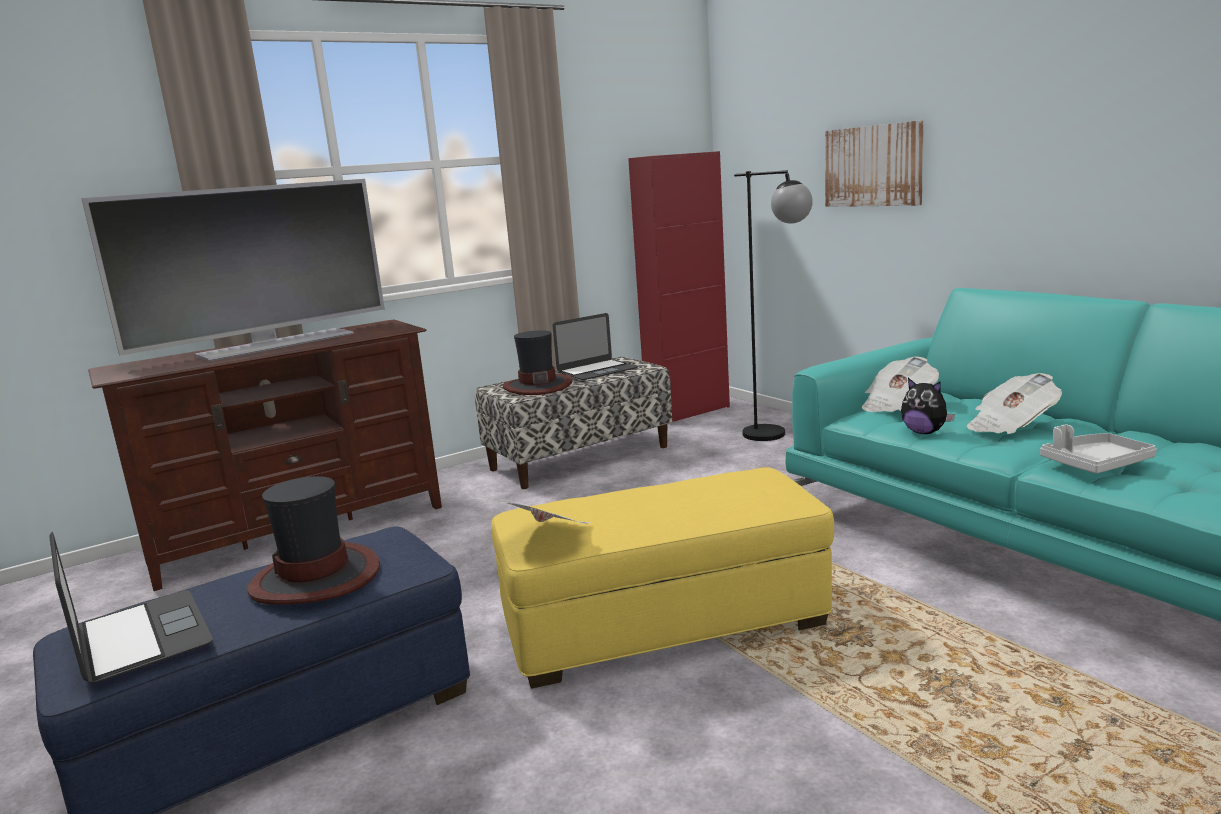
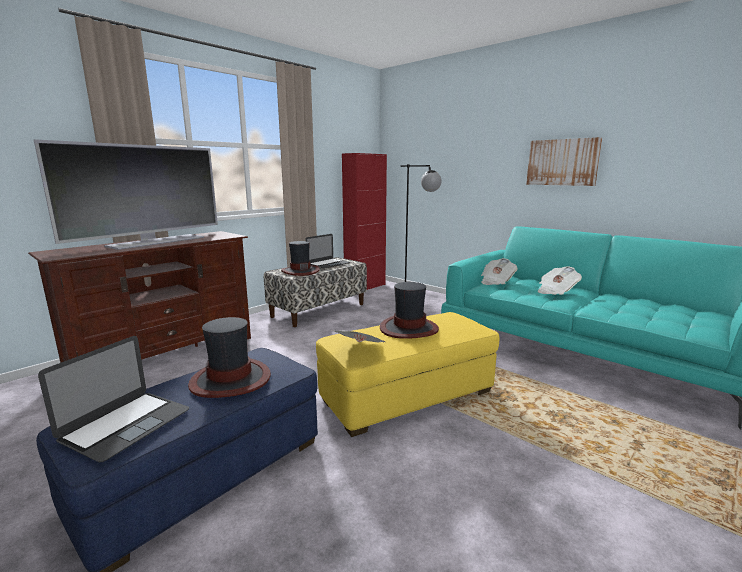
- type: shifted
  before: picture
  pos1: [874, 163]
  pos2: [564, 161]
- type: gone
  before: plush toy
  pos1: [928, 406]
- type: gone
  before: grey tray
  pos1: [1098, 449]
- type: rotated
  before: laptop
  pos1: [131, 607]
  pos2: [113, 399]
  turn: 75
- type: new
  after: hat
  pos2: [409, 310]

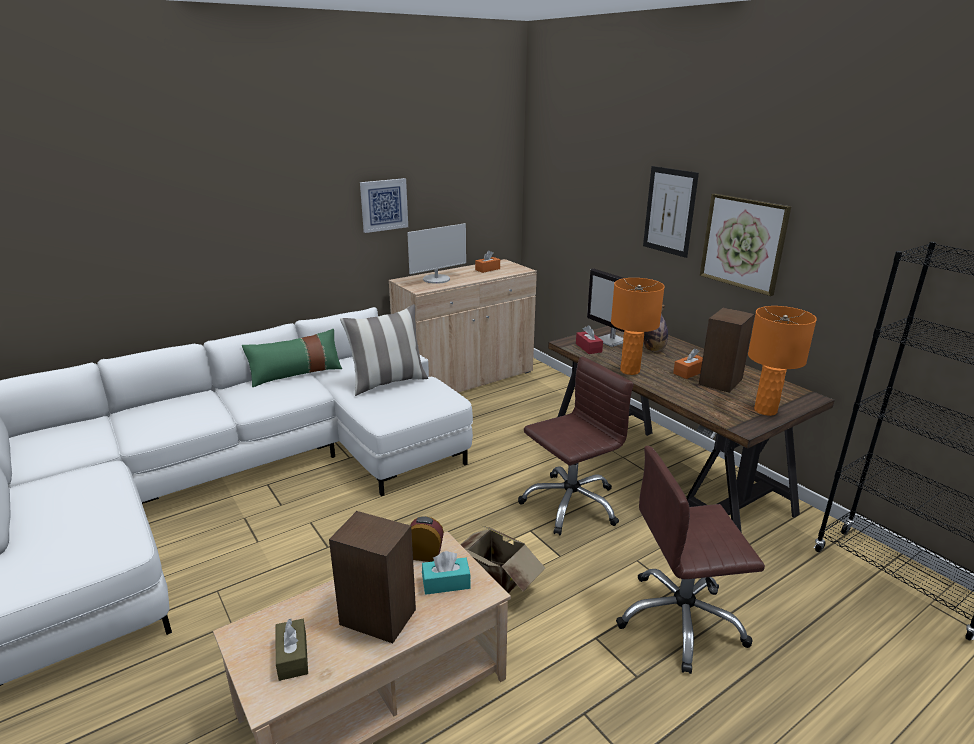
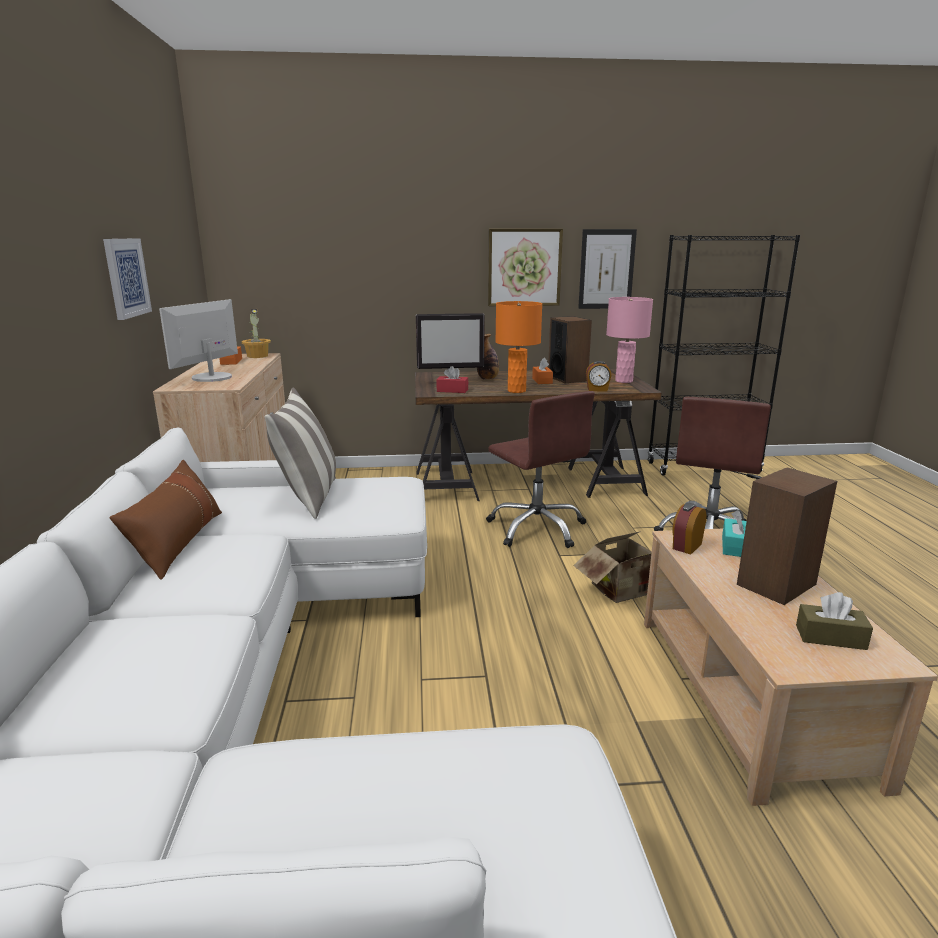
- type: shifted
  before: picture
  pos1: [671, 212]
  pos2: [607, 269]
- type: rotated
  before: monitor
  pos1: [436, 253]
  pos2: [198, 340]
  turn: -150
- type: repainted
  before: orange table lamp
  after: pink table lamp
  pos1: [782, 361]
  pos2: [629, 340]
- type: repainted
  before: green pillow
  after: brown pillow
  pos1: [292, 358]
  pos2: [166, 520]
- type: rotated
  before: brown office chair
  pos1: [575, 445]
  pos2: [540, 469]
  turn: 150
- type: new
  after: potted plant
  pos2: [256, 333]
- type: new
  after: alarm clock
  pos2: [598, 376]

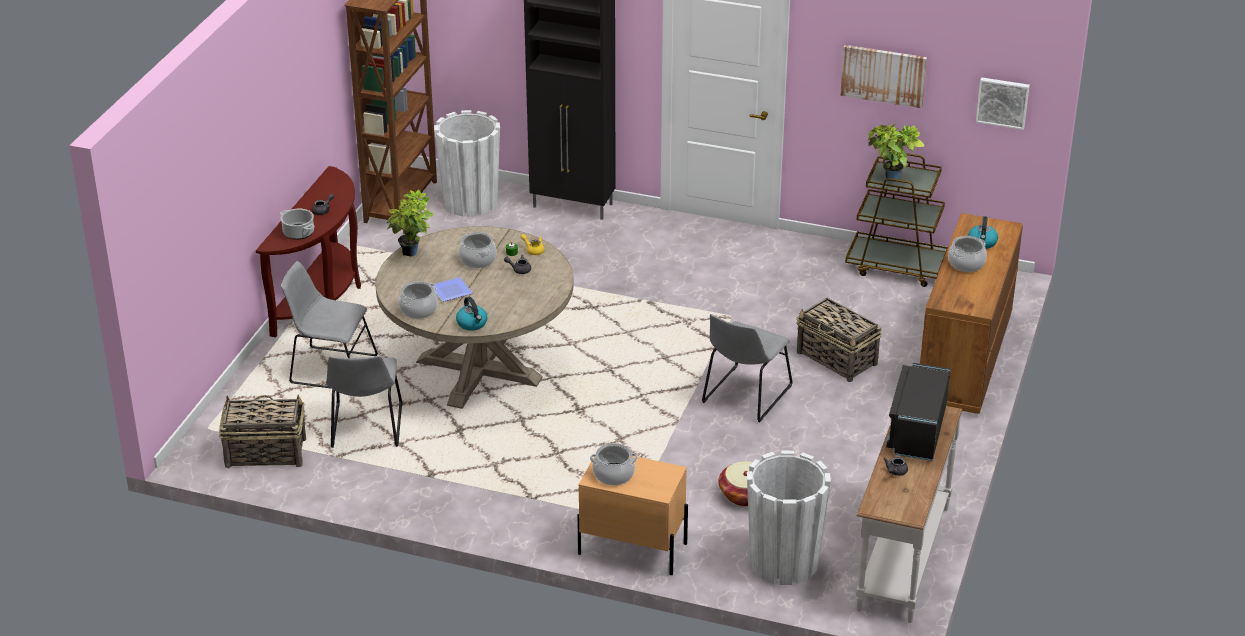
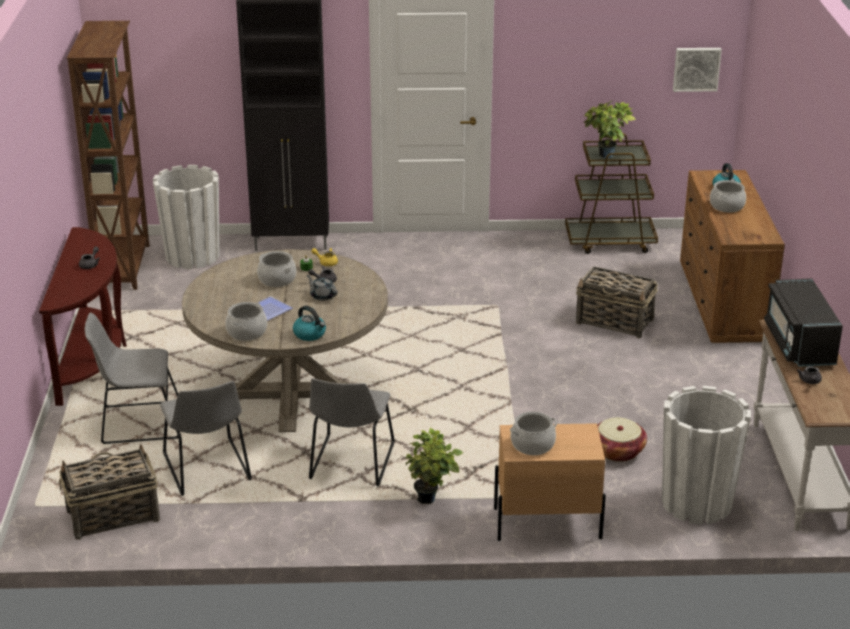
- type: gone
  before: picture
  pos1: [883, 76]
- type: shifted
  before: potted plant
  pos1: [410, 223]
  pos2: [434, 466]
- type: gone
  before: cooking pot
  pos1: [297, 224]
- type: shifted
  before: grey chair
  pos1: [747, 368]
  pos2: [352, 432]
- type: new
  after: grey teapot
  pos2: [322, 288]

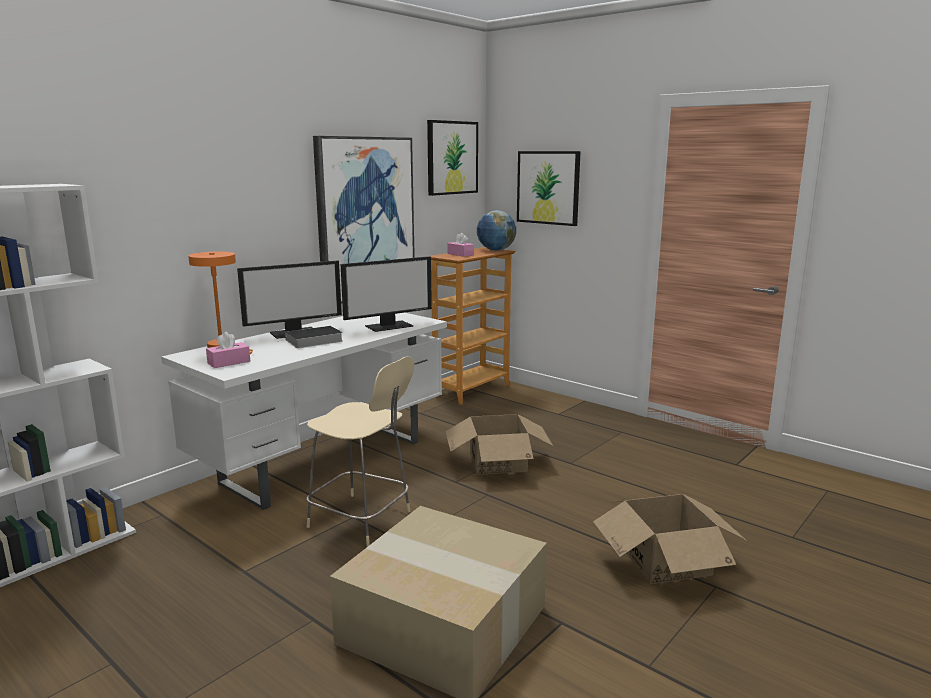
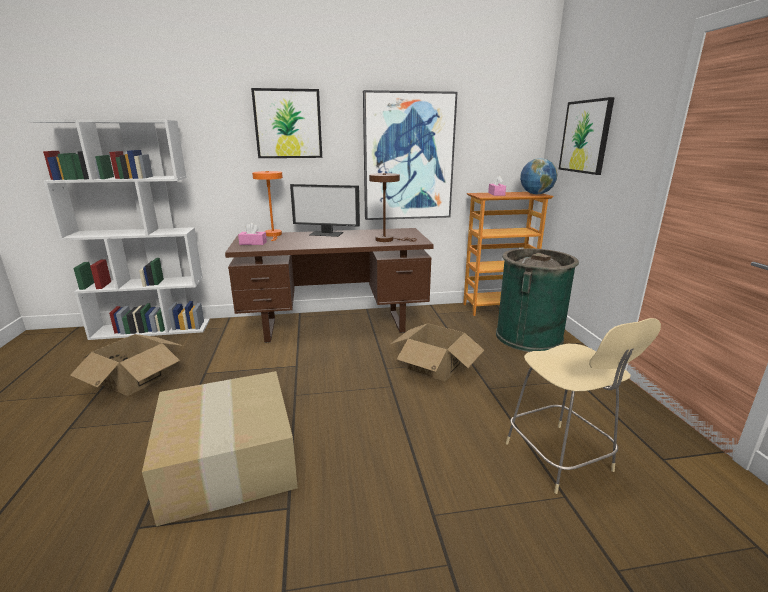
- type: shifted
  before: picture
  pos1: [452, 158]
  pos2: [286, 123]
- type: swapped
  before: monitor
  after: brown table lamp
  pos1: [386, 294]
  pos2: [393, 207]
- type: repainted
  before: white desk
  after: brown desk
  pos1: [304, 411]
  pos2: [329, 285]
- type: gone
  before: book
  pos1: [312, 337]
- type: shifted
  before: beige chair
  pos1: [360, 451]
  pos2: [583, 406]
- type: shifted
  before: cardboard box
  pos1: [670, 539]
  pos2: [126, 365]
- type: new
  after: green trash can
  pos2: [537, 300]

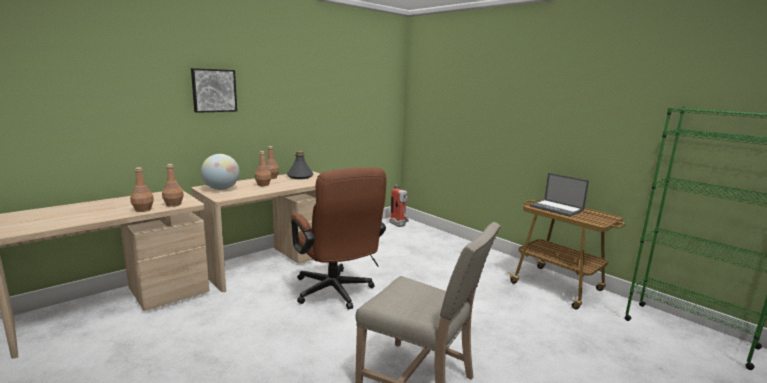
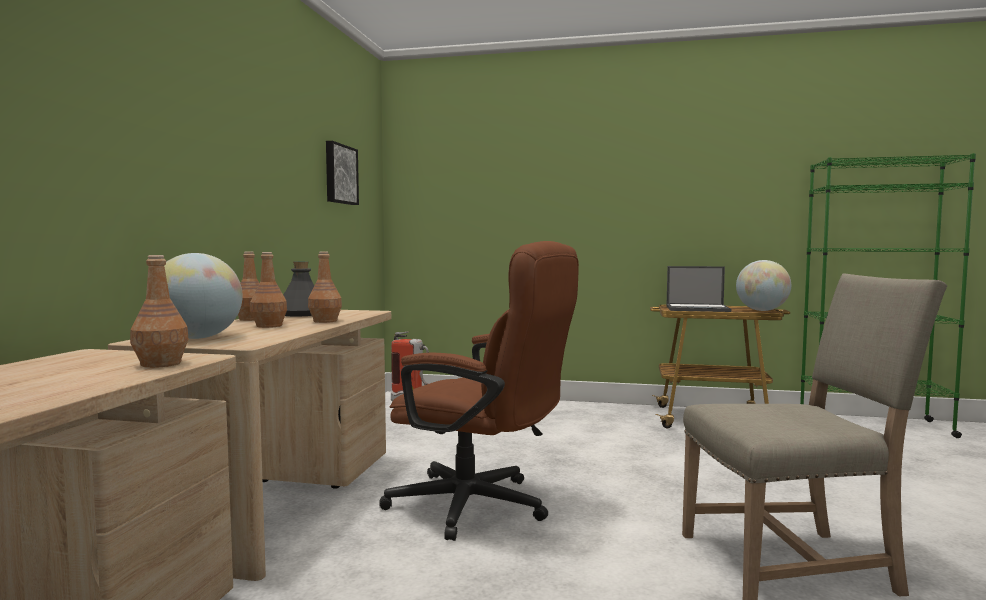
- type: shifted
  before: picture
  pos1: [214, 90]
  pos2: [342, 173]
- type: shifted
  before: brown bottle
  pos1: [142, 189]
  pos2: [325, 287]
- type: new
  after: globe
  pos2: [763, 285]

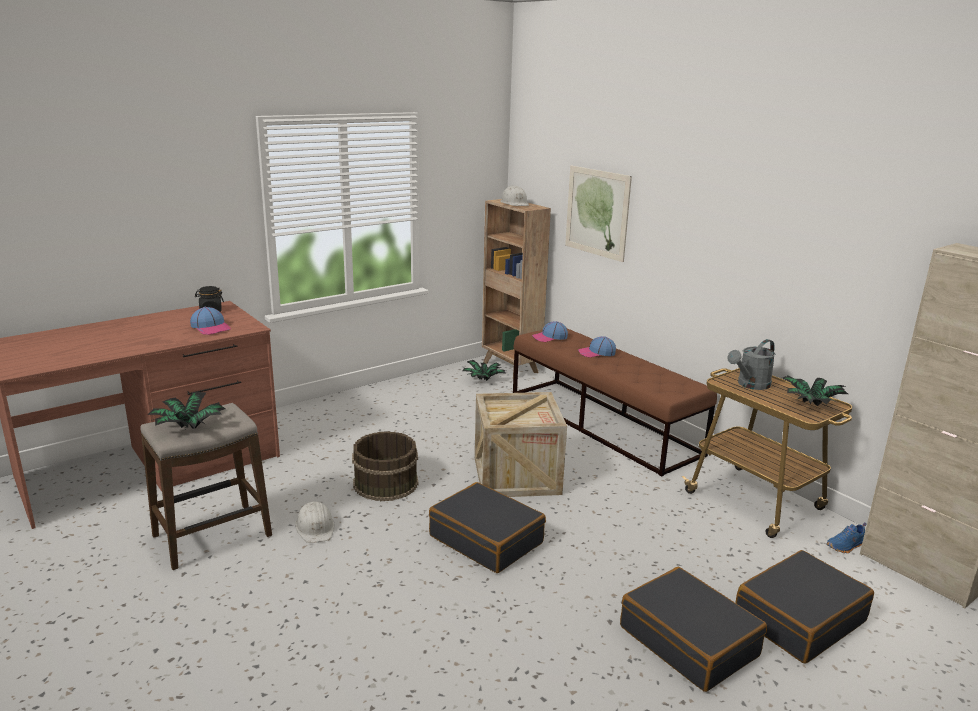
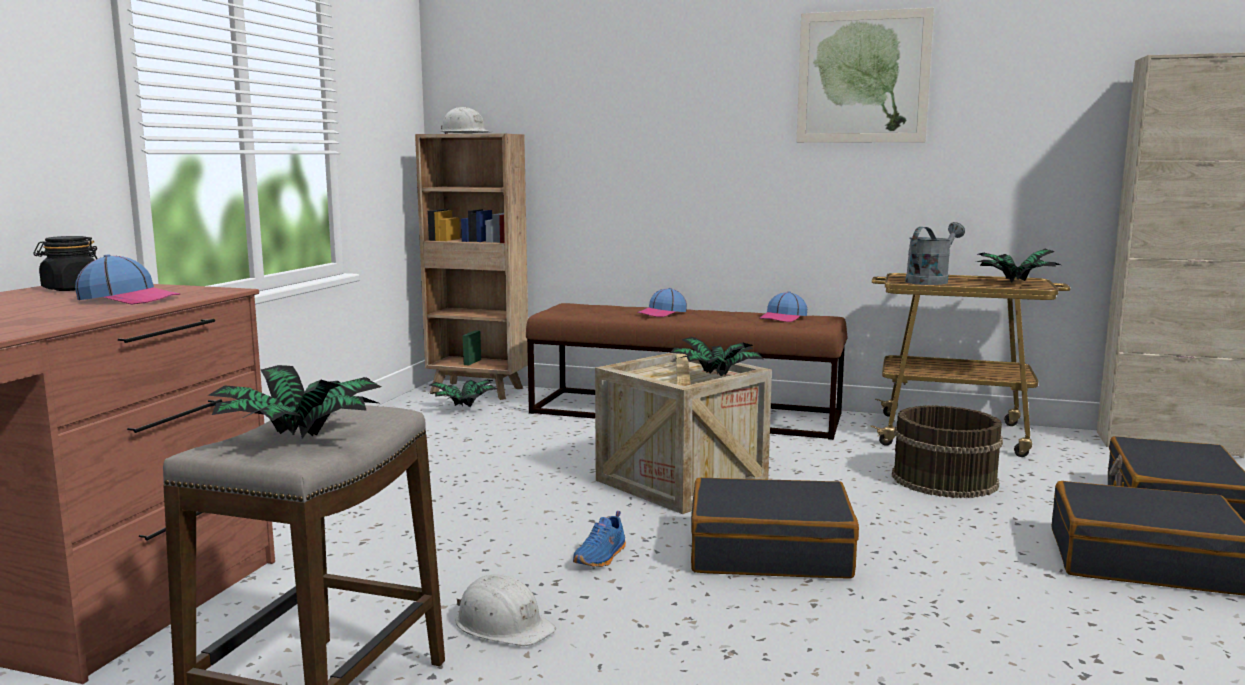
- type: shifted
  before: picture
  pos1: [598, 214]
  pos2: [865, 75]
- type: shifted
  before: cap
  pos1: [550, 331]
  pos2: [783, 306]
- type: rotated
  before: grey watering can
  pos1: [751, 364]
  pos2: [935, 253]
  turn: -150
- type: shifted
  before: brown bucket
  pos1: [385, 466]
  pos2: [947, 451]
- type: shifted
  before: blue shoe
  pos1: [846, 537]
  pos2: [599, 539]
- type: new
  after: potted plant
  pos2: [717, 356]

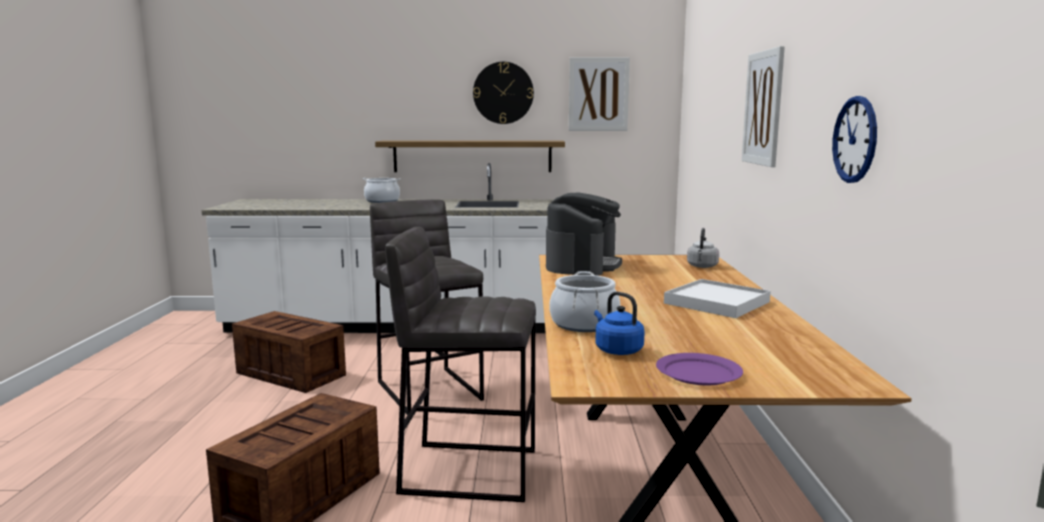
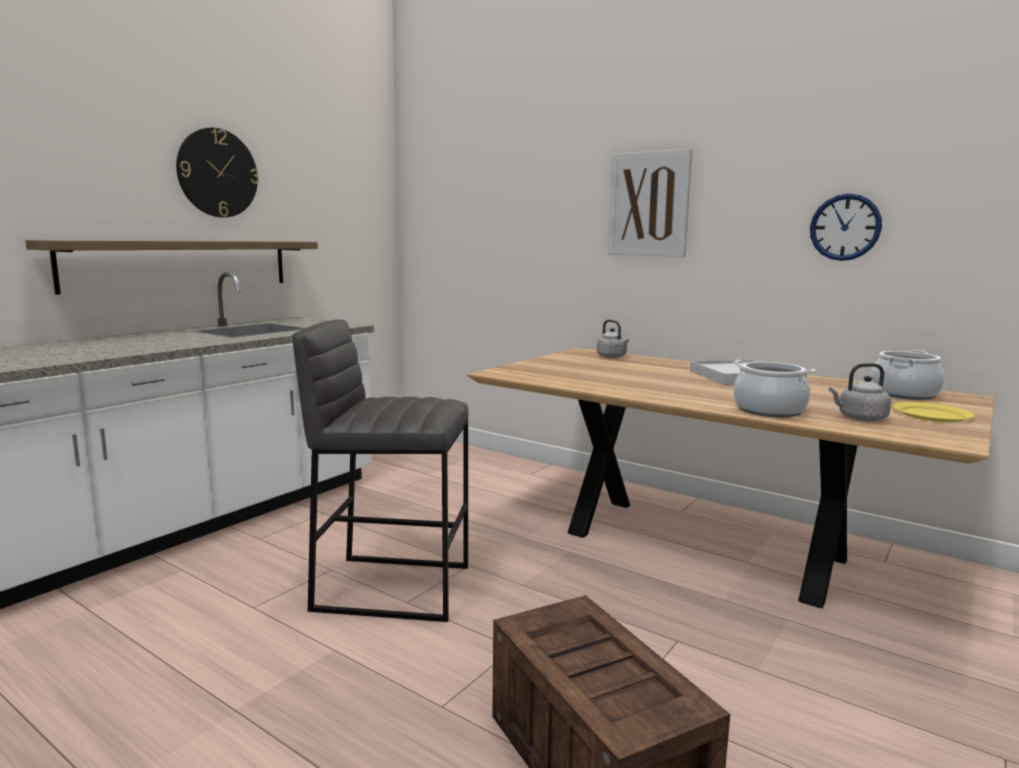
- type: gone
  before: picture
  pos1: [599, 94]
- type: shifted
  before: cooking pot
  pos1: [381, 190]
  pos2: [907, 375]
- type: gone
  before: coffee machine
  pos1: [584, 234]
- type: gone
  before: grey stool
  pos1: [460, 364]
- type: repainted
  before: blue kettle
  after: grey kettle
  pos1: [619, 323]
  pos2: [860, 392]
- type: gone
  before: crate
  pos1: [289, 352]
- type: repainted
  before: purple plate
  after: yellow plate
  pos1: [699, 369]
  pos2: [934, 412]

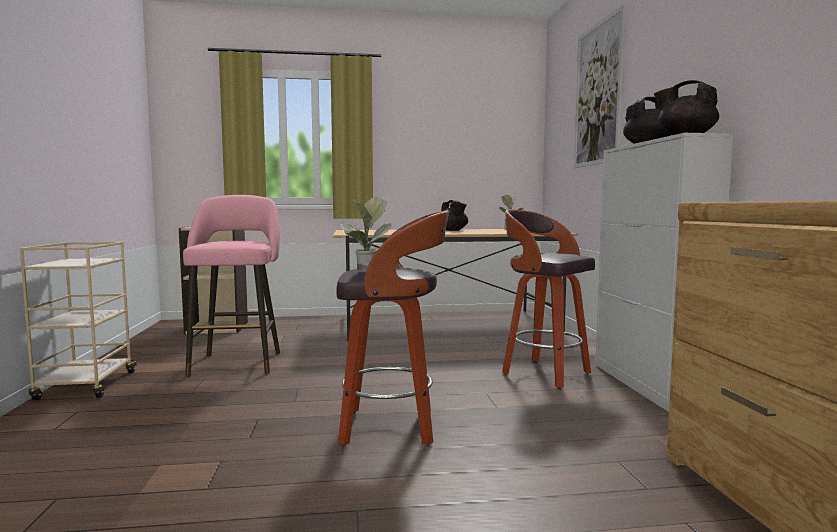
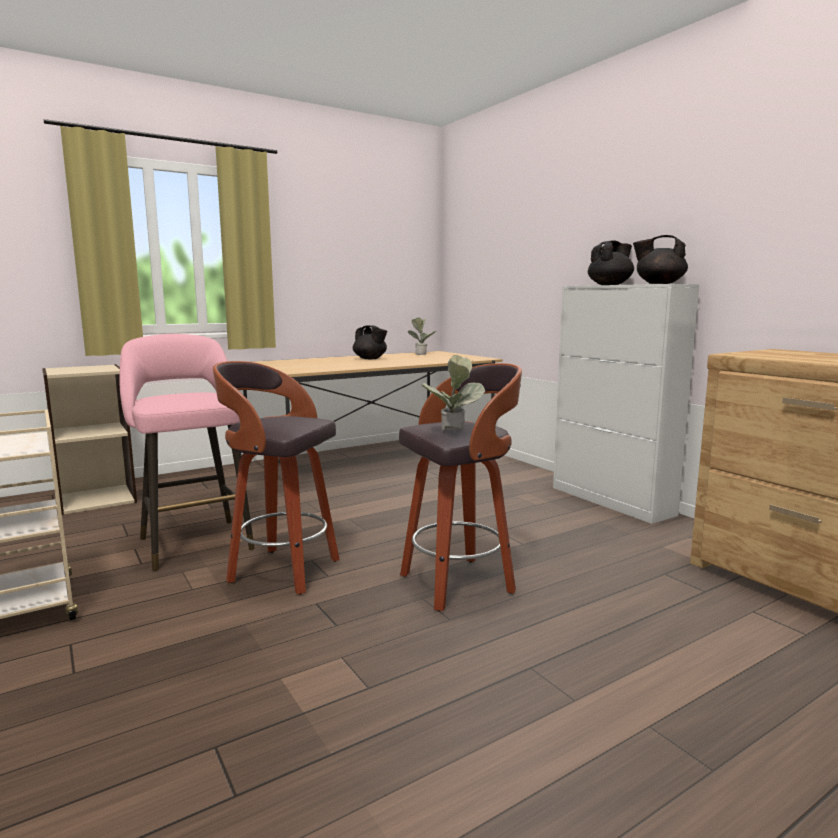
- type: gone
  before: picture
  pos1: [600, 86]
- type: shifted
  before: stool
  pos1: [548, 298]
  pos2: [276, 478]

